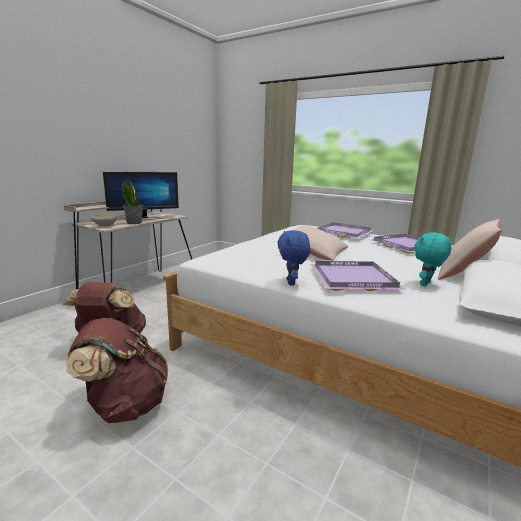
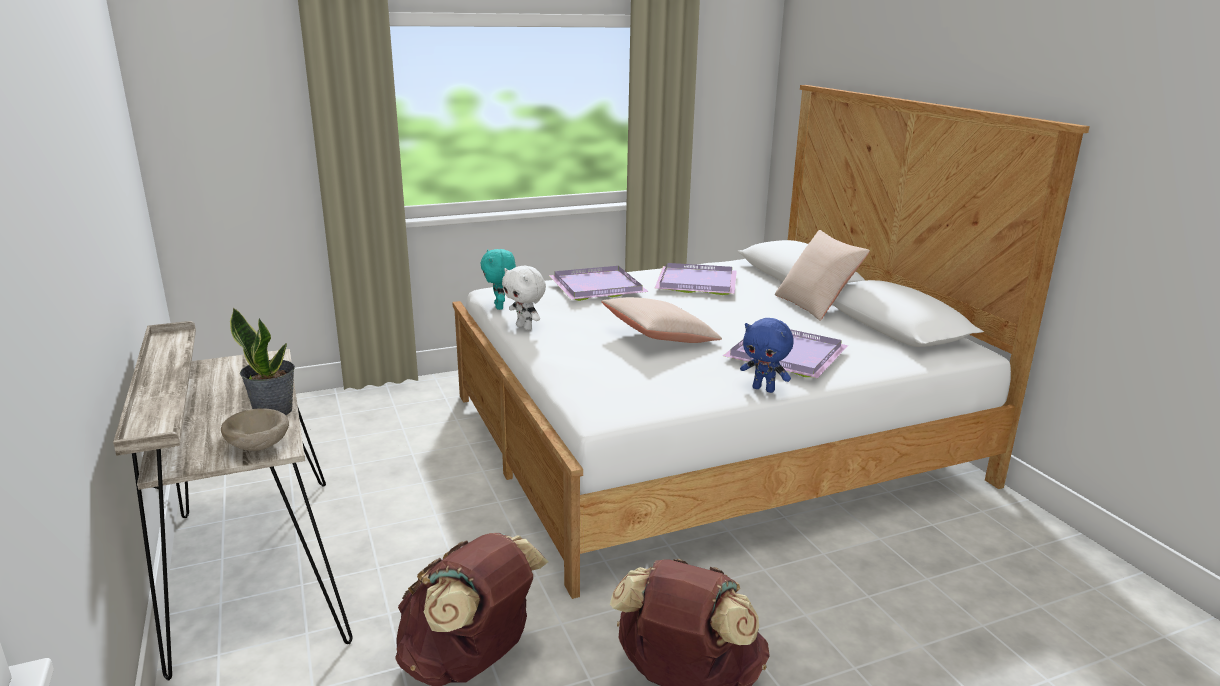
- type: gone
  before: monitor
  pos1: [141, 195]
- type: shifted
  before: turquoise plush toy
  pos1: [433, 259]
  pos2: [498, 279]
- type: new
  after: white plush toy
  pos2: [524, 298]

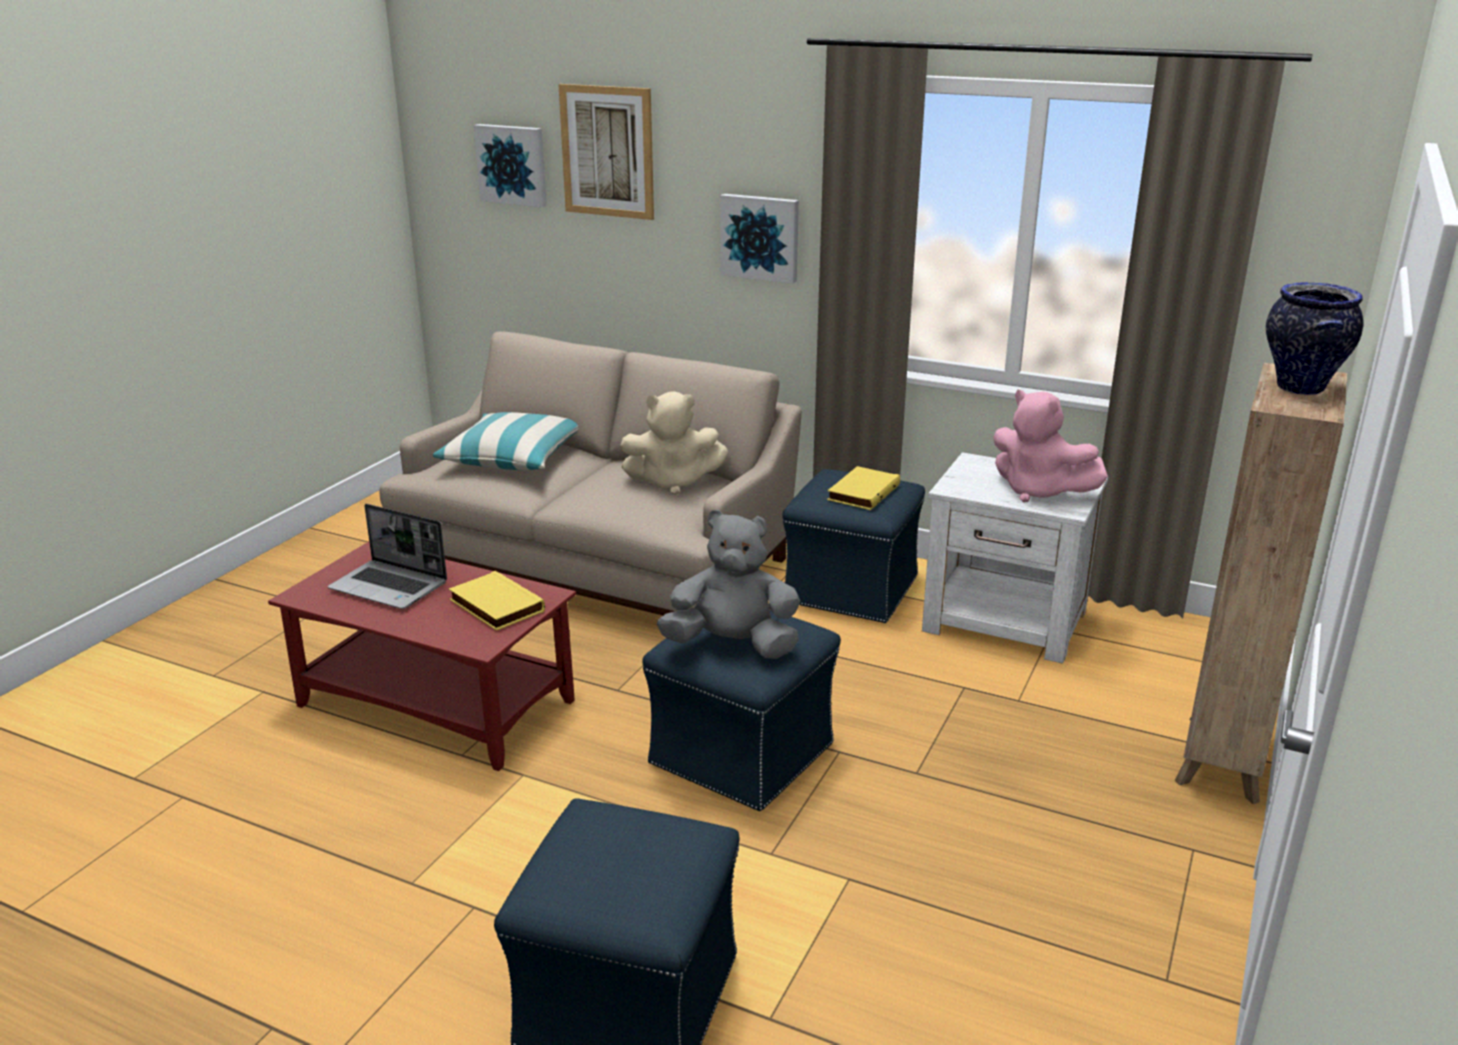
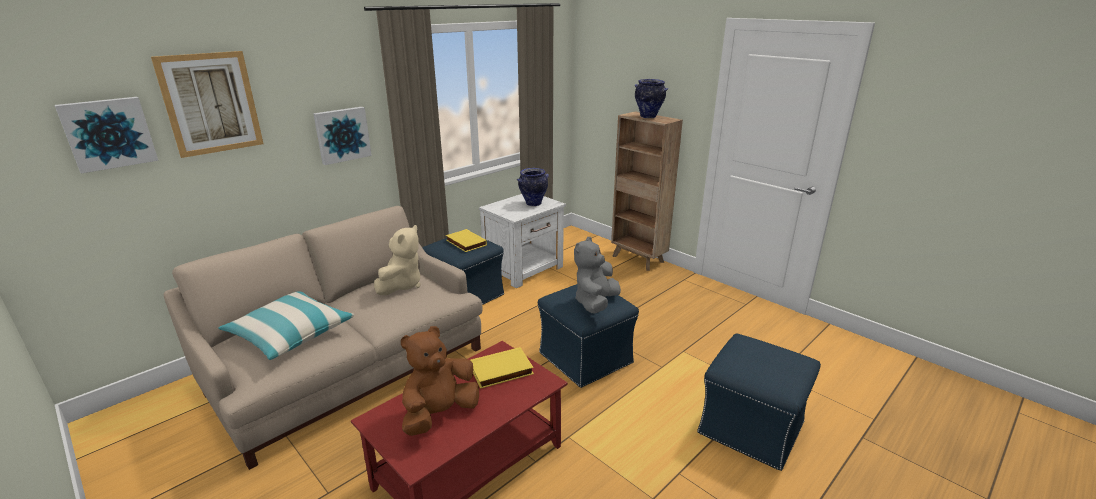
- type: swapped
  before: pink plush toy
  after: vase
  pos1: [1050, 446]
  pos2: [533, 187]
- type: swapped
  before: laptop
  after: brown plush toy
  pos1: [387, 556]
  pos2: [440, 381]

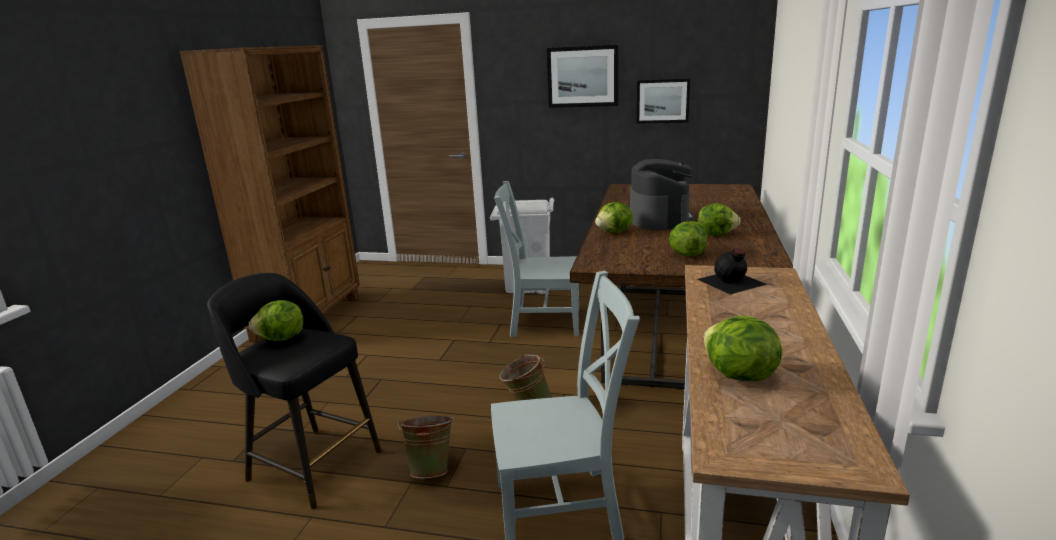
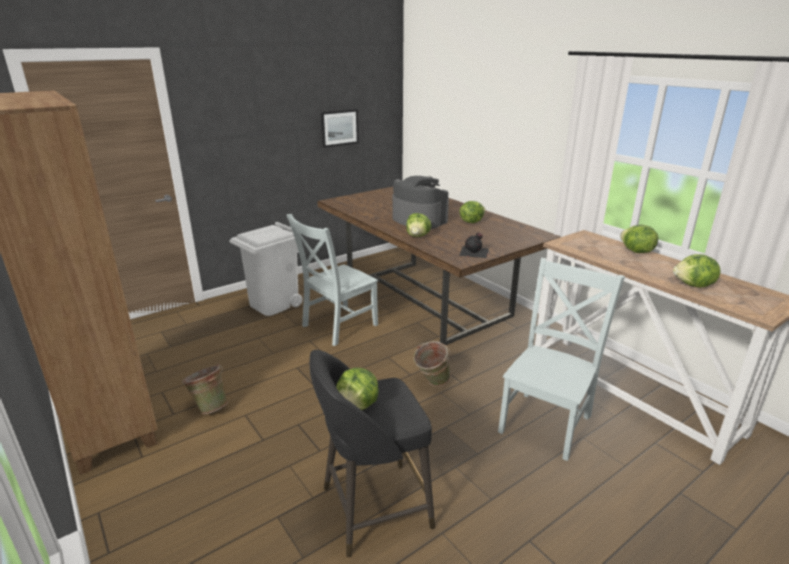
- type: gone
  before: picture
  pos1: [582, 76]
- type: shifted
  before: lettuce
  pos1: [688, 238]
  pos2: [639, 239]
- type: shifted
  before: black bottle
  pos1: [732, 271]
  pos2: [474, 245]
- type: shifted
  before: green bucket
  pos1: [426, 447]
  pos2: [204, 388]

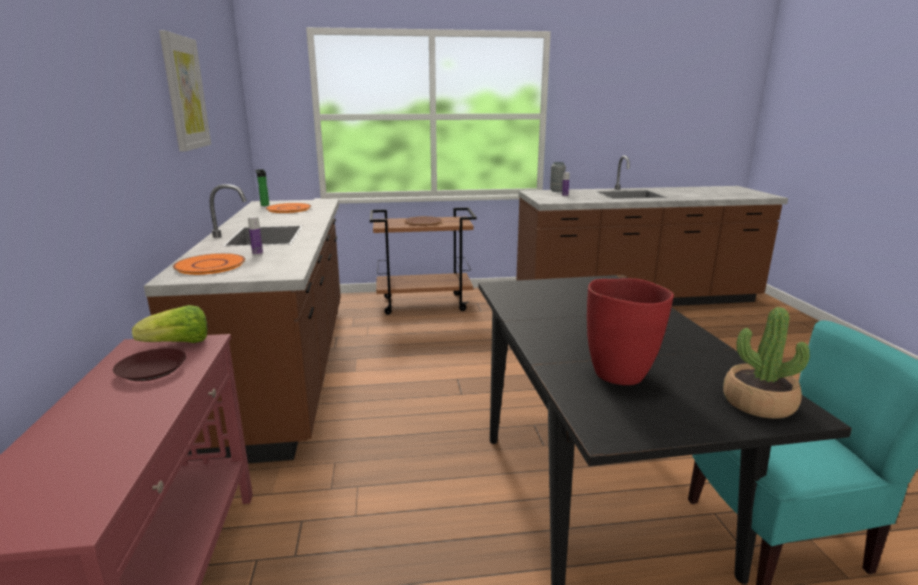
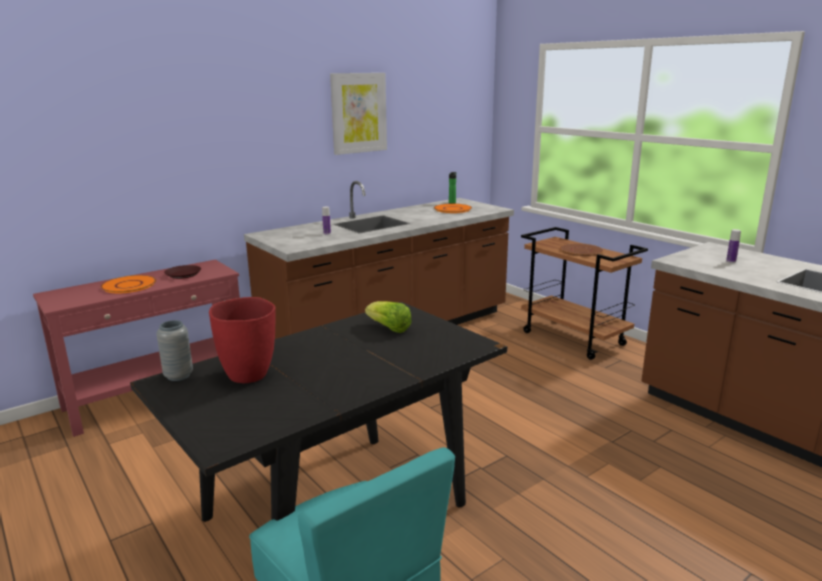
- type: shifted
  before: grey vase
  pos1: [558, 177]
  pos2: [175, 350]
- type: shifted
  before: orange plate
  pos1: [209, 264]
  pos2: [128, 284]
- type: shifted
  before: lettuce
  pos1: [170, 324]
  pos2: [388, 317]
- type: gone
  before: potted plant
  pos1: [766, 362]

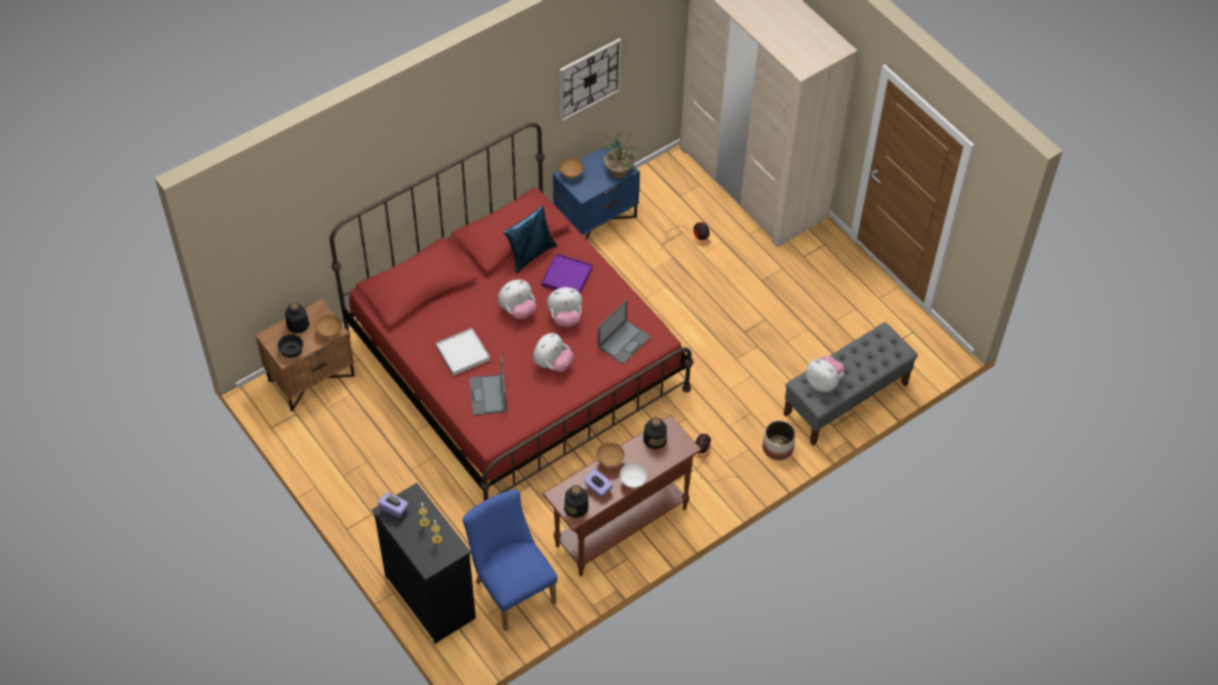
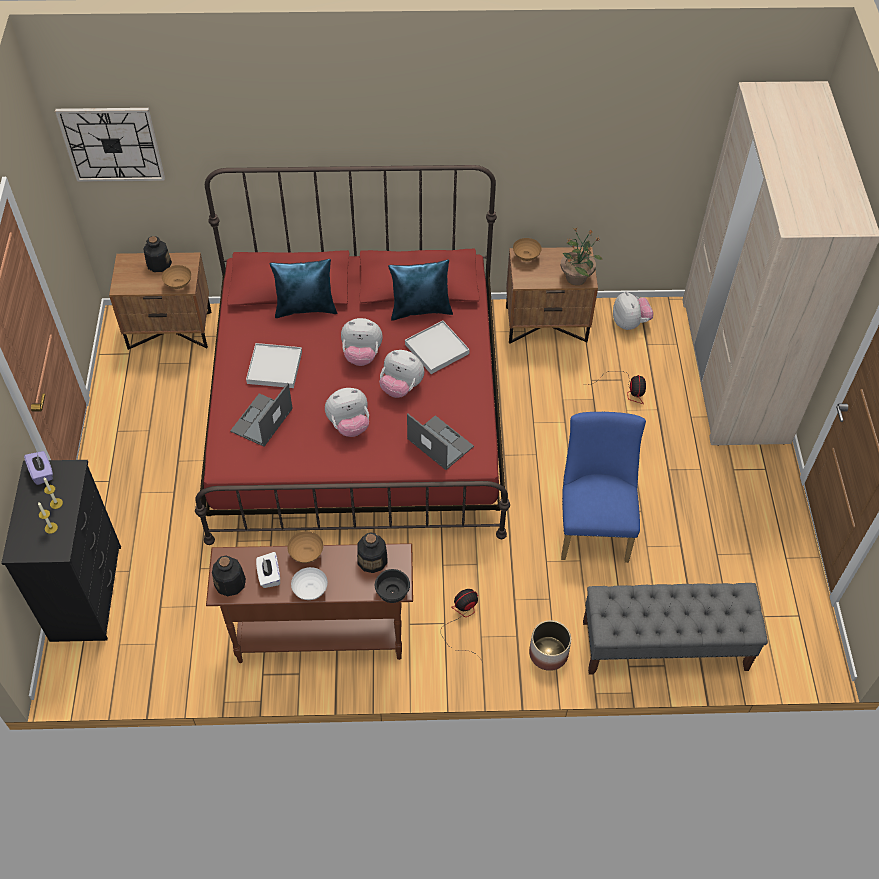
- type: shifted
  before: wall clock
  pos1: [590, 80]
  pos2: [110, 145]
- type: repainted
  before: blue nightstand
  after: brown nightstand
  pos1: [596, 190]
  pos2: [552, 295]
- type: repainted
  before: purple tray
  after: white tray
  pos1: [566, 273]
  pos2: [437, 347]
- type: rotated
  before: laptop
  pos1: [624, 332]
  pos2: [440, 442]
  turn: -120
- type: shifted
  before: black bowl
  pos1: [290, 346]
  pos2: [392, 586]
- type: shifted
  before: plush toy
  pos1: [825, 373]
  pos2: [633, 310]
- type: repainted
  before: purple tissue box
  after: white tissue box
  pos1: [598, 483]
  pos2: [268, 570]
- type: shifted
  before: blue chair
  pos1: [510, 560]
  pos2: [603, 487]
- type: new
  after: blue pillow
  pos2: [303, 288]

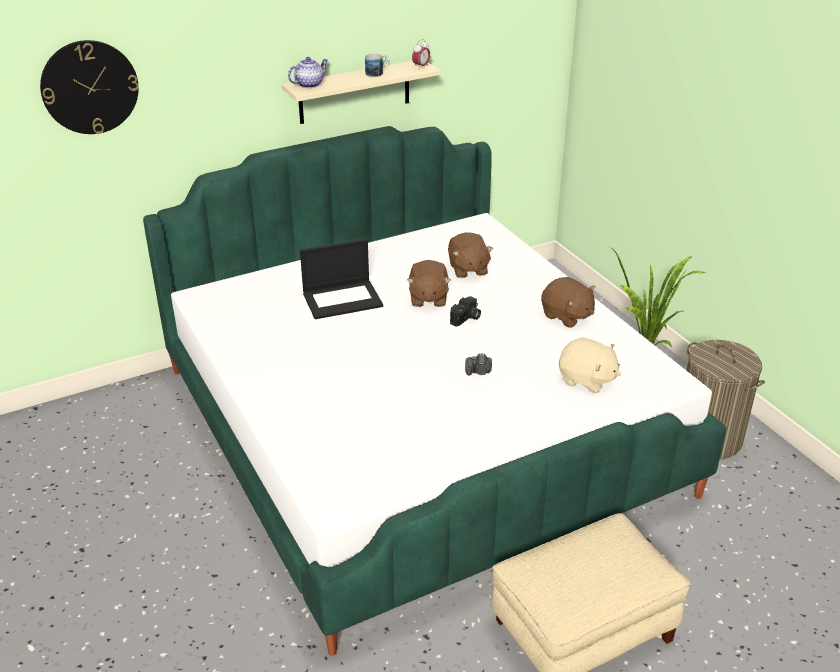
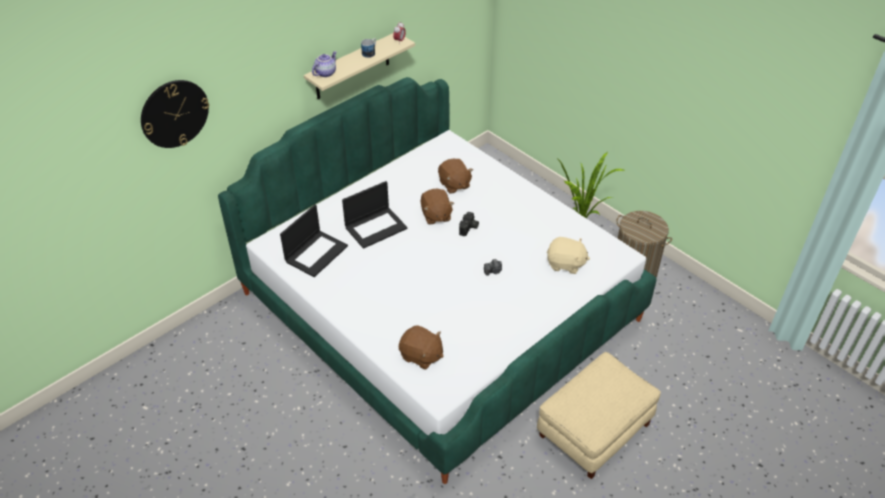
- type: shifted
  before: brown plush toy
  pos1: [568, 302]
  pos2: [421, 347]
- type: new
  after: laptop
  pos2: [314, 241]

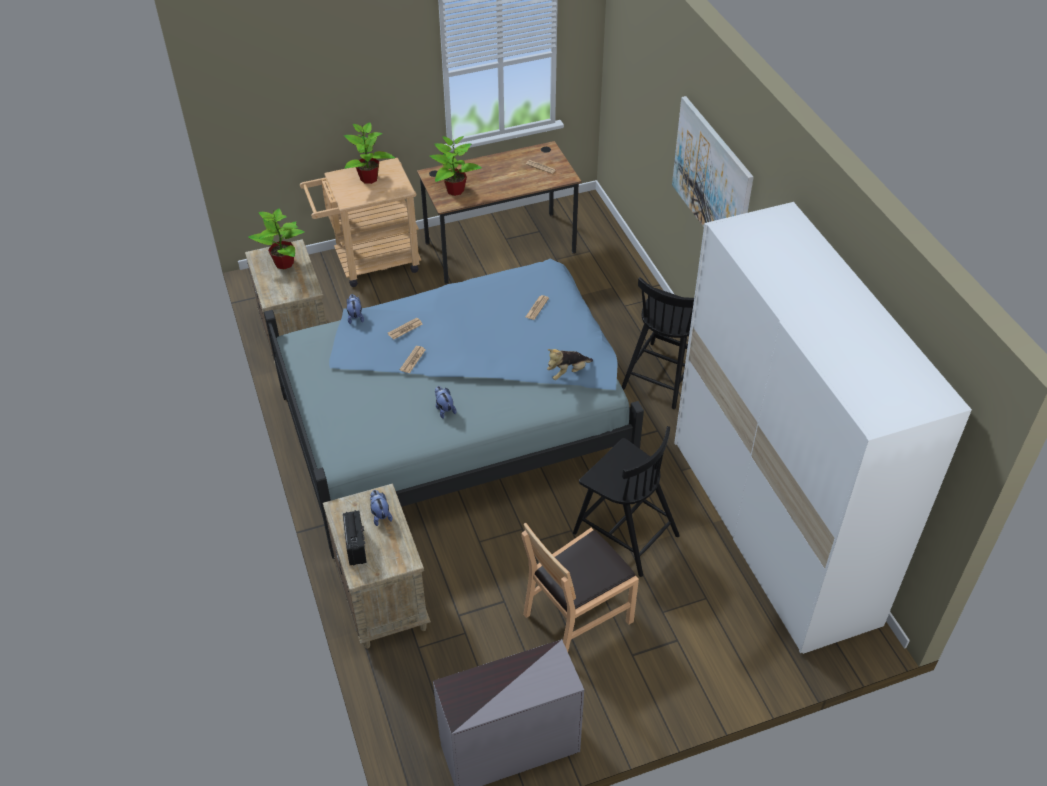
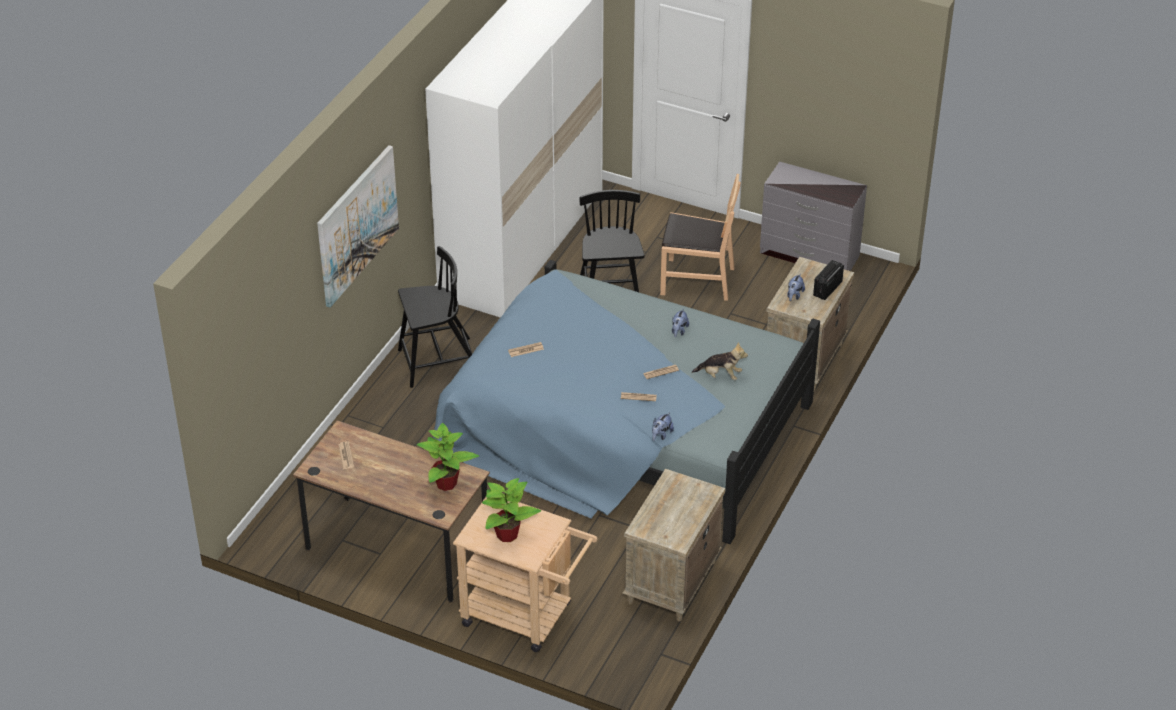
- type: gone
  before: potted plant
  pos1: [276, 238]
- type: shifted
  before: plush toy
  pos1: [570, 364]
  pos2: [720, 361]

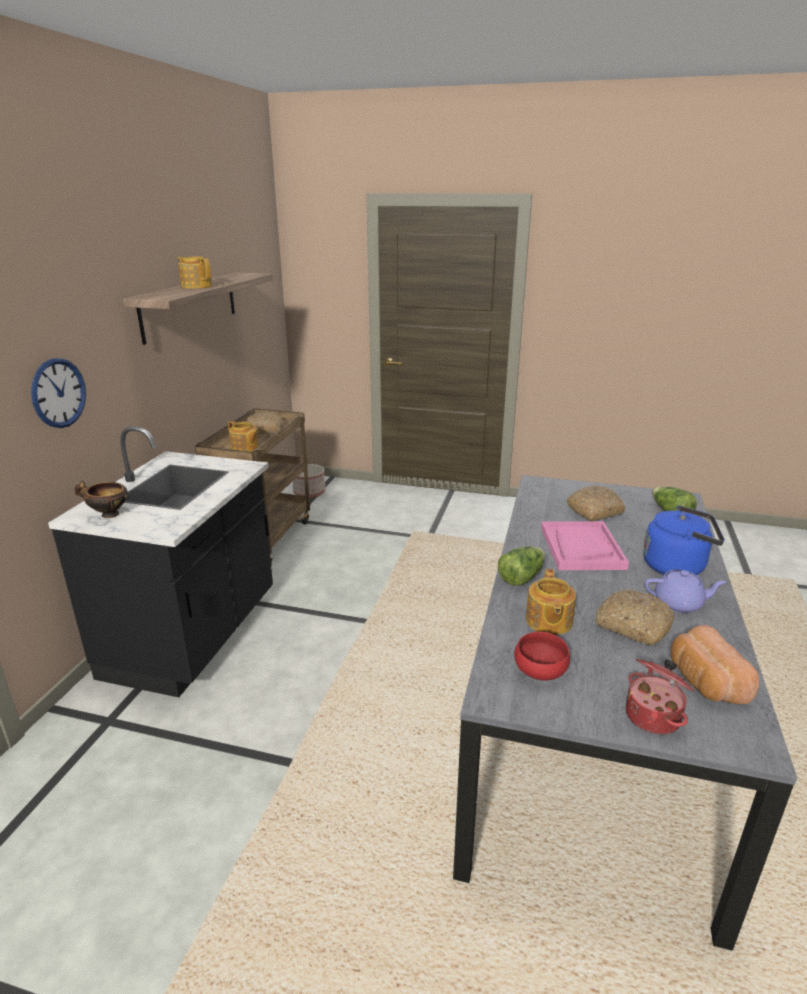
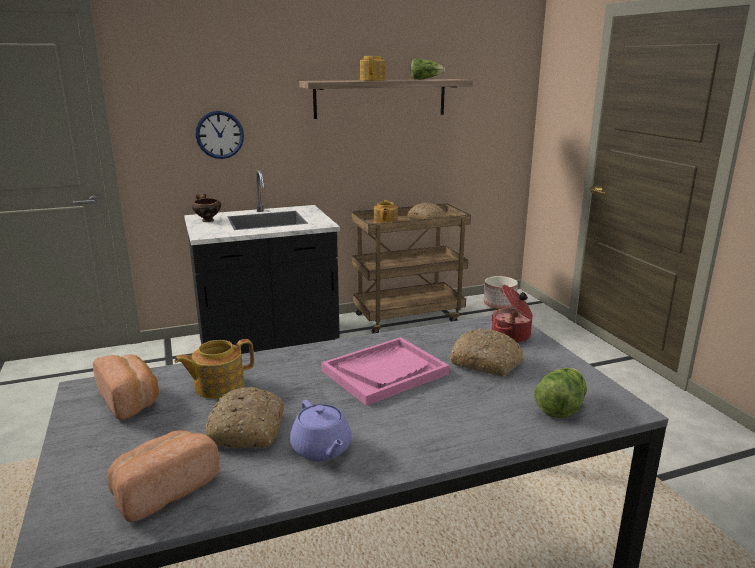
- type: gone
  before: blue kettle
  pos1: [684, 540]
- type: shifted
  before: lettuce
  pos1: [521, 566]
  pos2: [427, 69]
- type: swapped
  before: red bowl
  after: bread
  pos1: [542, 656]
  pos2: [126, 387]
- type: shifted
  before: cooking pot
  pos1: [660, 697]
  pos2: [512, 314]

